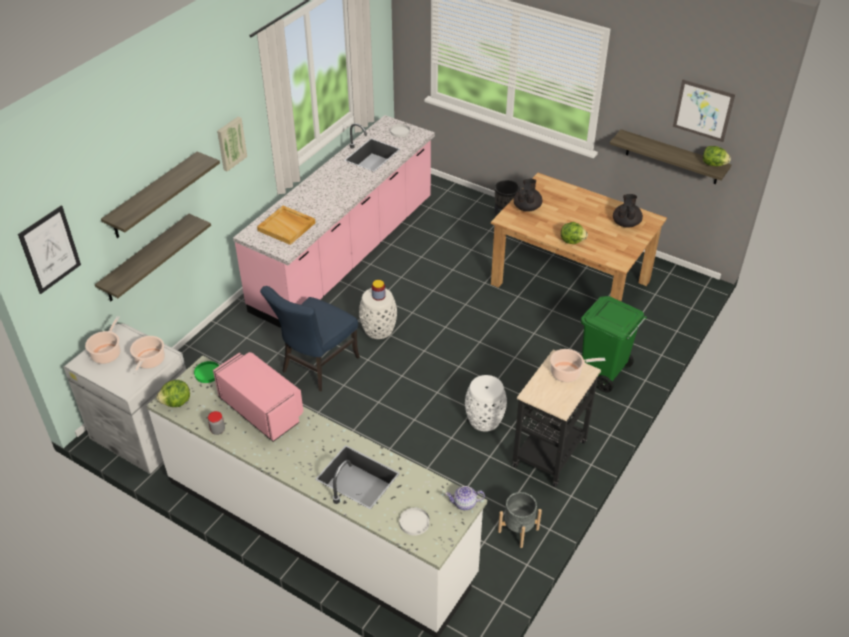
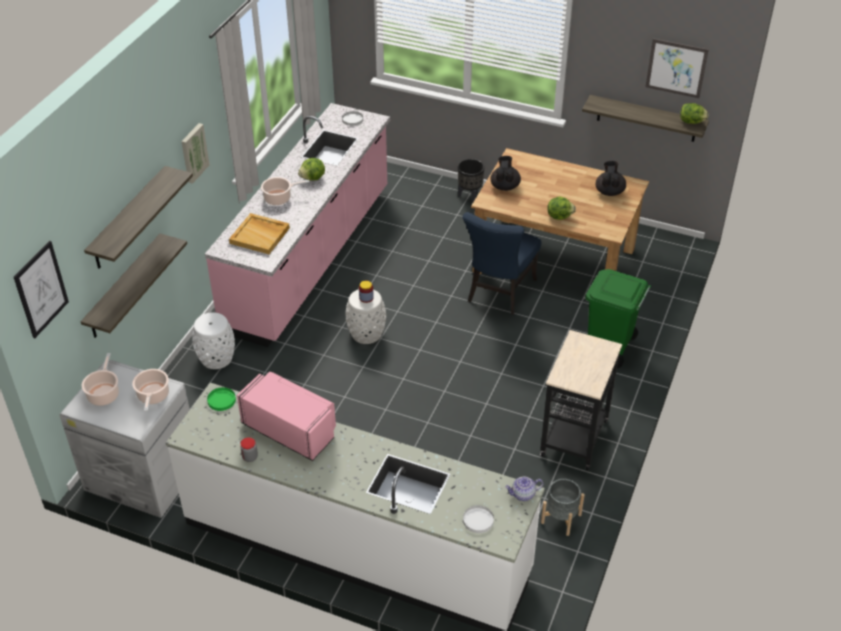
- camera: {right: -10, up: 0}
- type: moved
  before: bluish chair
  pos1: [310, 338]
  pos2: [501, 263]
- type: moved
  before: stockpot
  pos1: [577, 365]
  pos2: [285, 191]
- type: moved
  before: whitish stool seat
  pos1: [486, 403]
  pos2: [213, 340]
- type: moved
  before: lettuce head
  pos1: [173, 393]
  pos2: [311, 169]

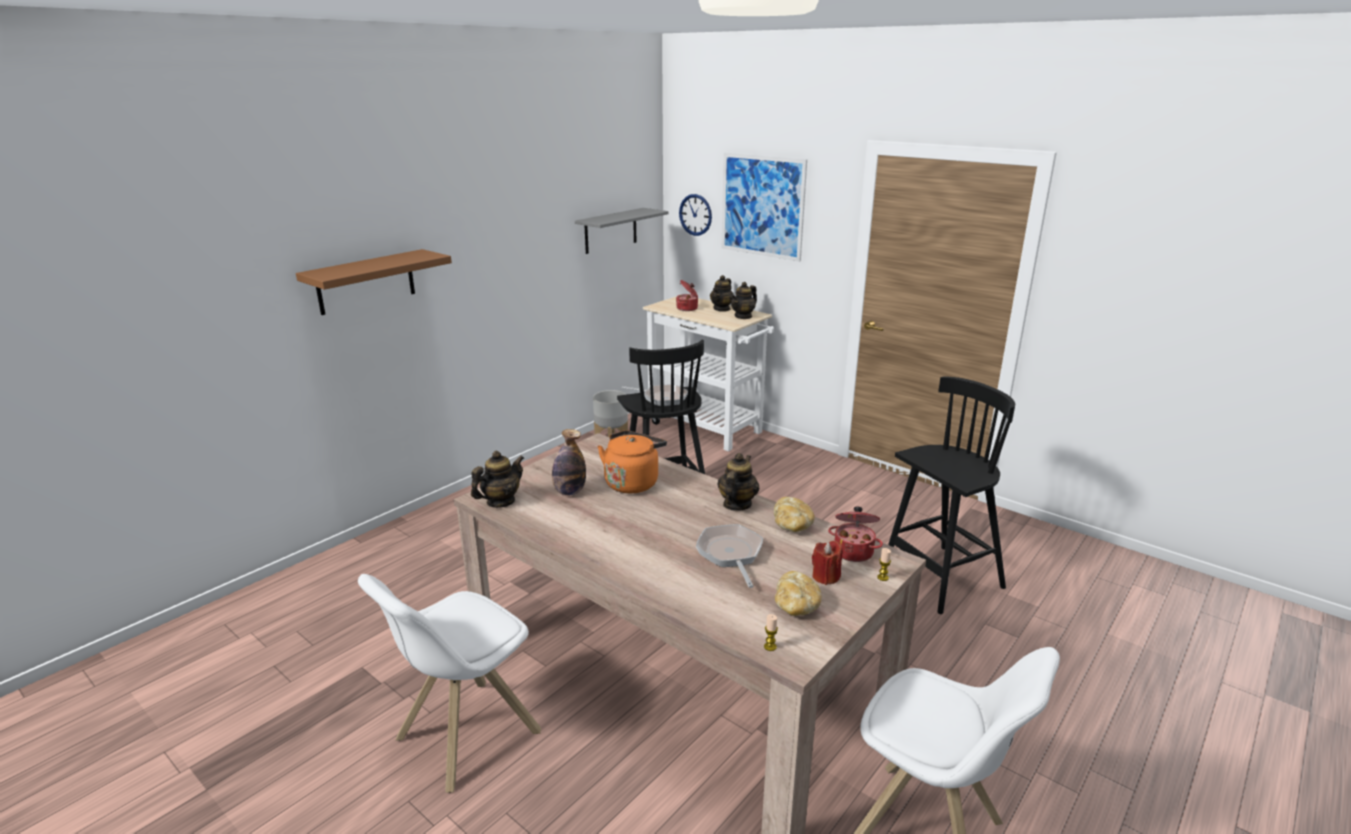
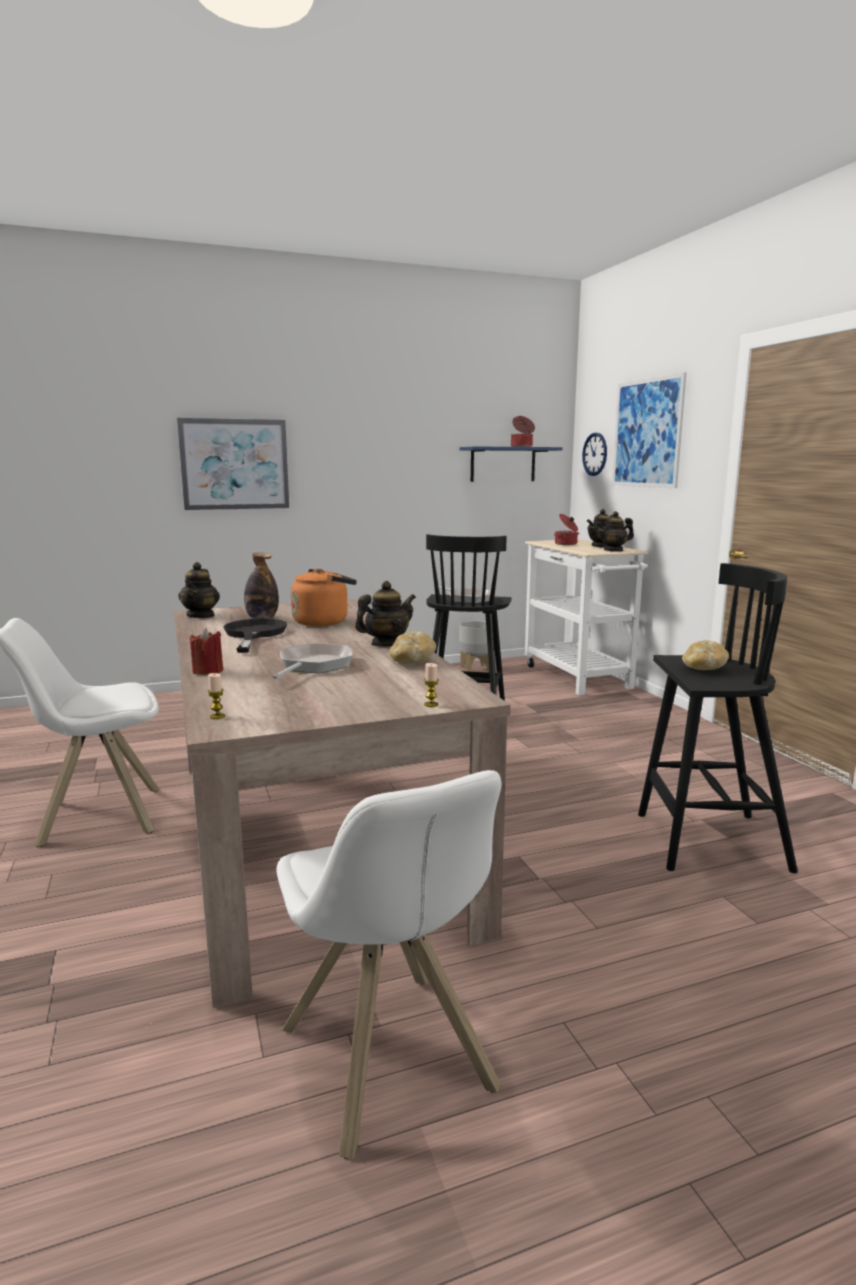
- camera: {right: 30, up: -10}
- type: recoloured
  before: greyish bracket shelf
  after: bluish bracket shelf
  pos1: [621, 231]
  pos2: [510, 464]
- type: replaced
  before: brown-coloured bracket shelf
  after: wall picture
  pos1: [374, 282]
  pos2: [233, 464]
- type: turned
  before: teapot
  pos1: [497, 479]
  pos2: [199, 590]
  turn: 105
- type: moved
  before: stockpot
  pos1: [855, 534]
  pos2: [523, 431]
- type: moved
  before: reddish candle
  pos1: [827, 563]
  pos2: [206, 651]
- type: moved
  before: bakery bread
  pos1: [798, 593]
  pos2: [705, 655]
- type: added
  after: black skillet
  pos2: [255, 635]

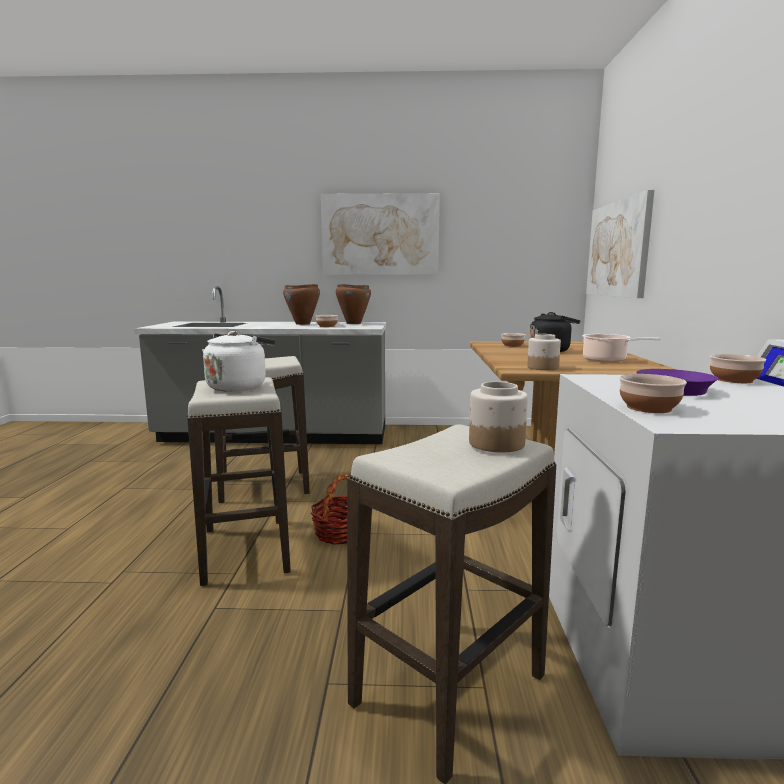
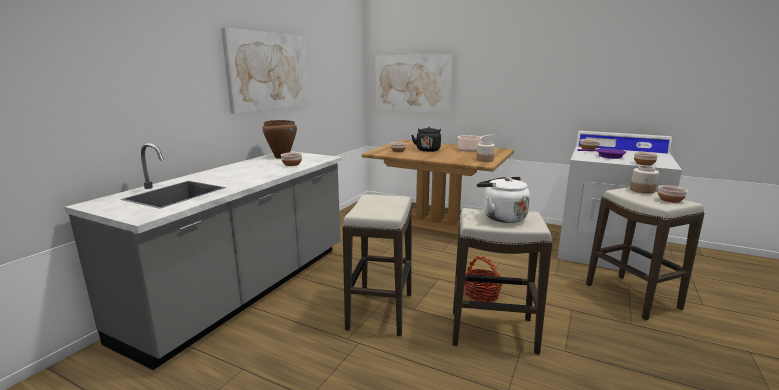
- camera: {right: -65, up: 5}
- type: removed
  before: brown-coloured stockpot
  pos1: [301, 304]
- type: added
  after: deep dish
  pos2: [673, 194]

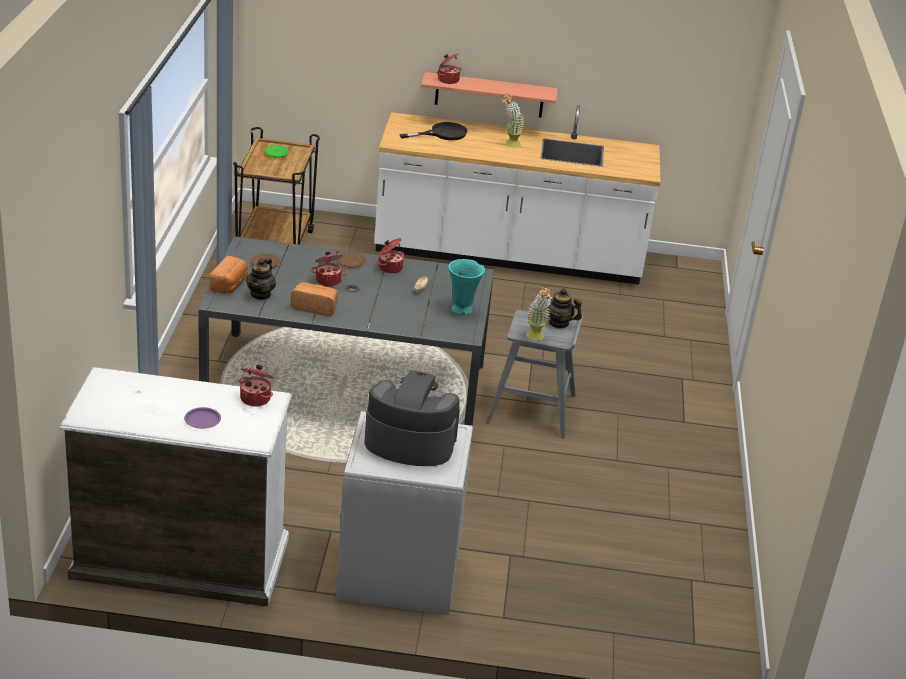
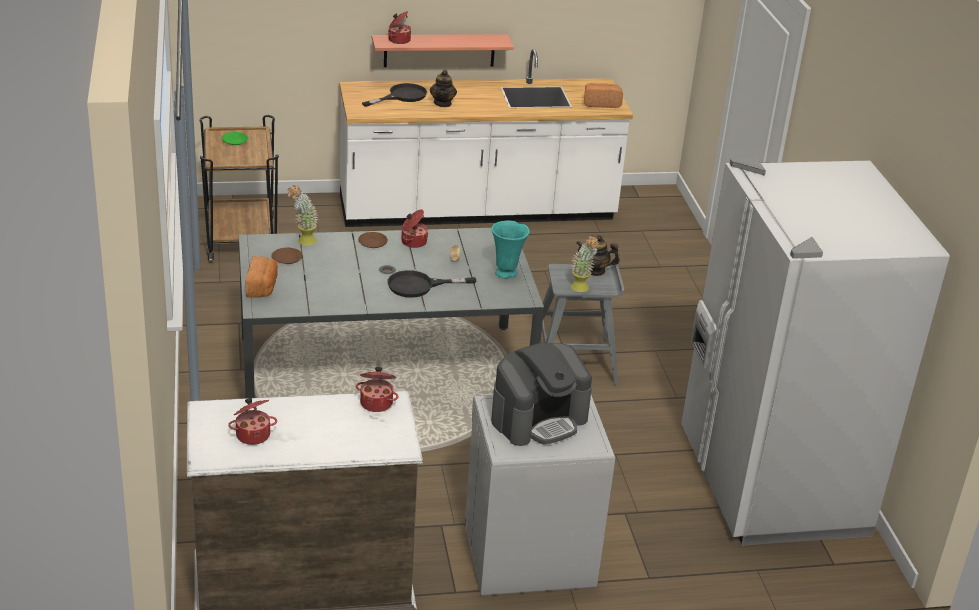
- camera: {right: -15, up: 0}
- type: moved
  before: houseplant
  pos1: [513, 120]
  pos2: [302, 215]
- type: moved
  before: stockpot
  pos1: [329, 268]
  pos2: [252, 421]
- type: moved
  before: teapot
  pos1: [261, 278]
  pos2: [443, 88]
- type: moved
  before: bakery bread
  pos1: [314, 299]
  pos2: [603, 95]
- type: turned
  before: coffee maker
  pos1: [412, 418]
  pos2: [541, 394]
  turn: 150
- type: removed
  before: purplish dinner plate
  pos1: [202, 418]
- type: added
  after: whitish fridge
  pos2: [815, 352]
- type: added
  after: black skillet
  pos2: [431, 284]

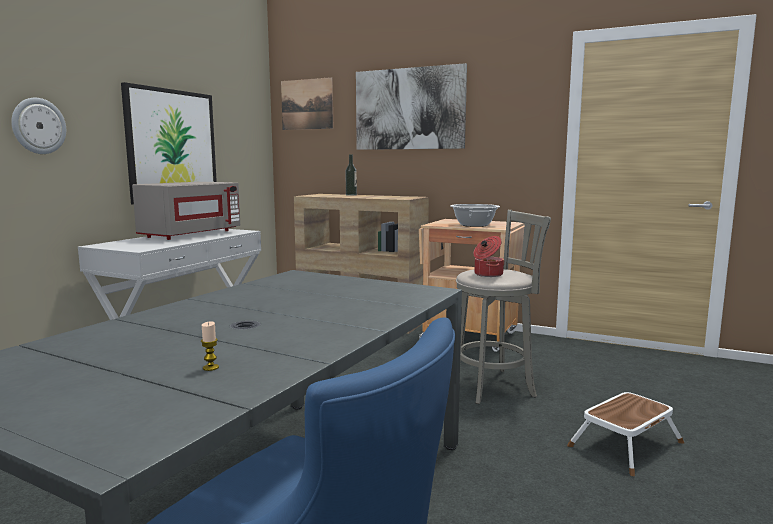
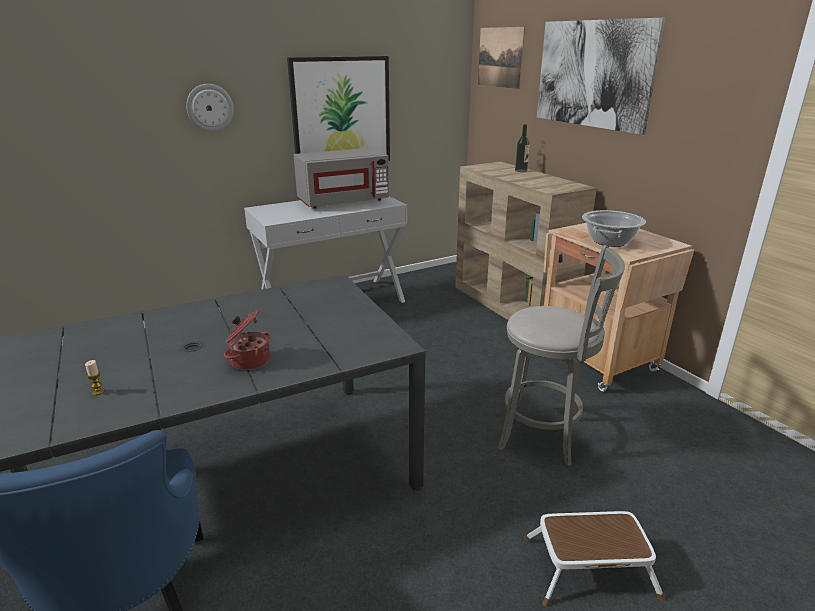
- camera: {right: 35, up: 15}
- type: moved
  before: stockpot
  pos1: [489, 256]
  pos2: [247, 340]

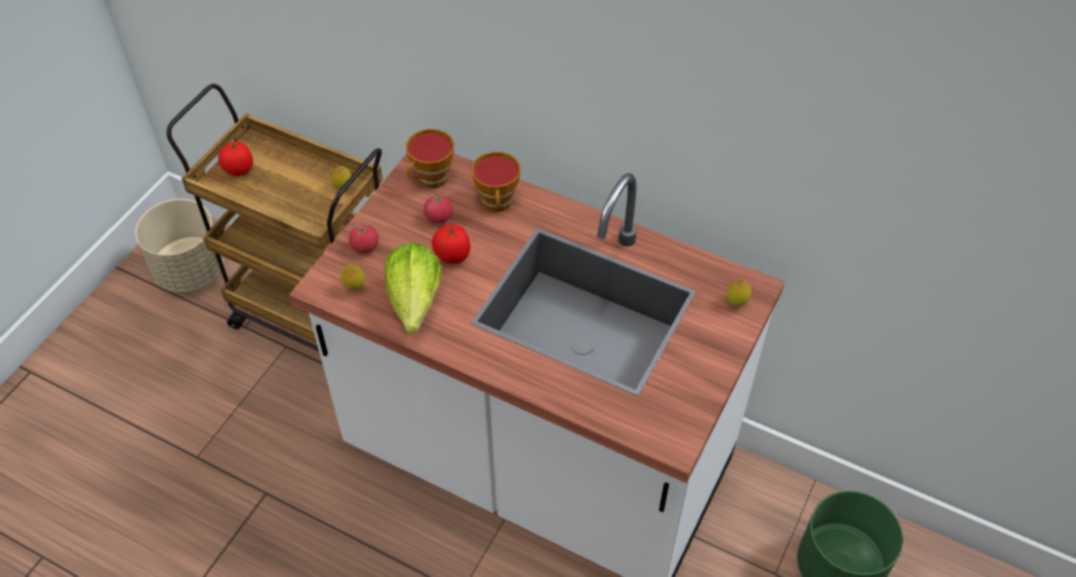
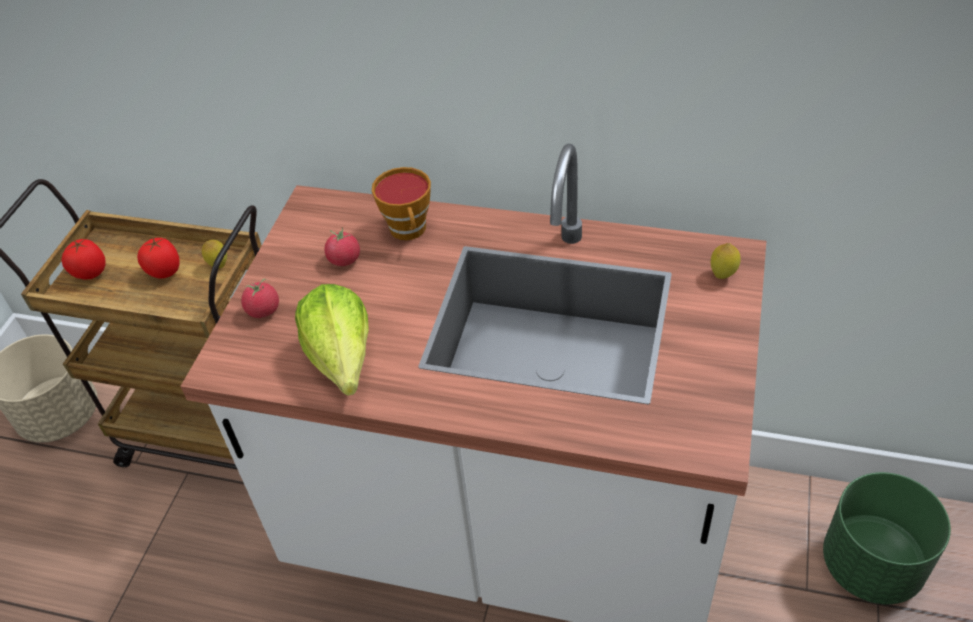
- camera: {right: -10, up: -5}
- type: removed
  before: drinking cup
  pos1: [430, 159]
- type: moved
  before: whole tomato
  pos1: [451, 244]
  pos2: [158, 258]
- type: removed
  before: lemon
  pos1: [353, 277]

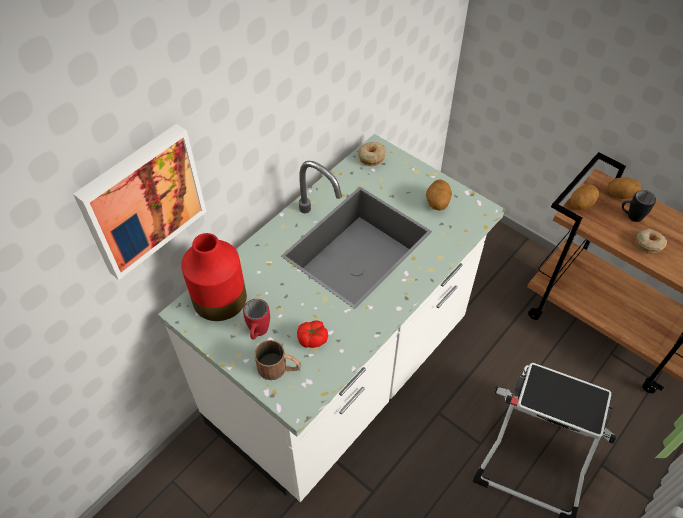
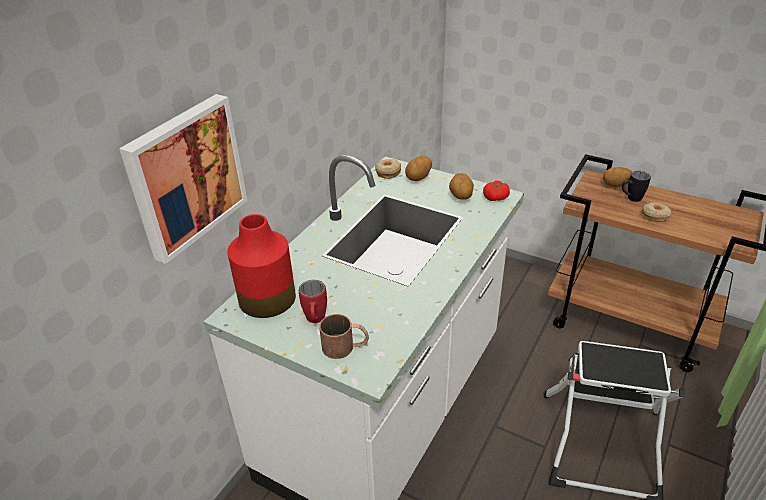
- camera: {right: -10, up: -15}
- type: moved
  before: potato
  pos1: [584, 197]
  pos2: [418, 168]
- type: moved
  before: whole tomato
  pos1: [312, 334]
  pos2: [496, 191]

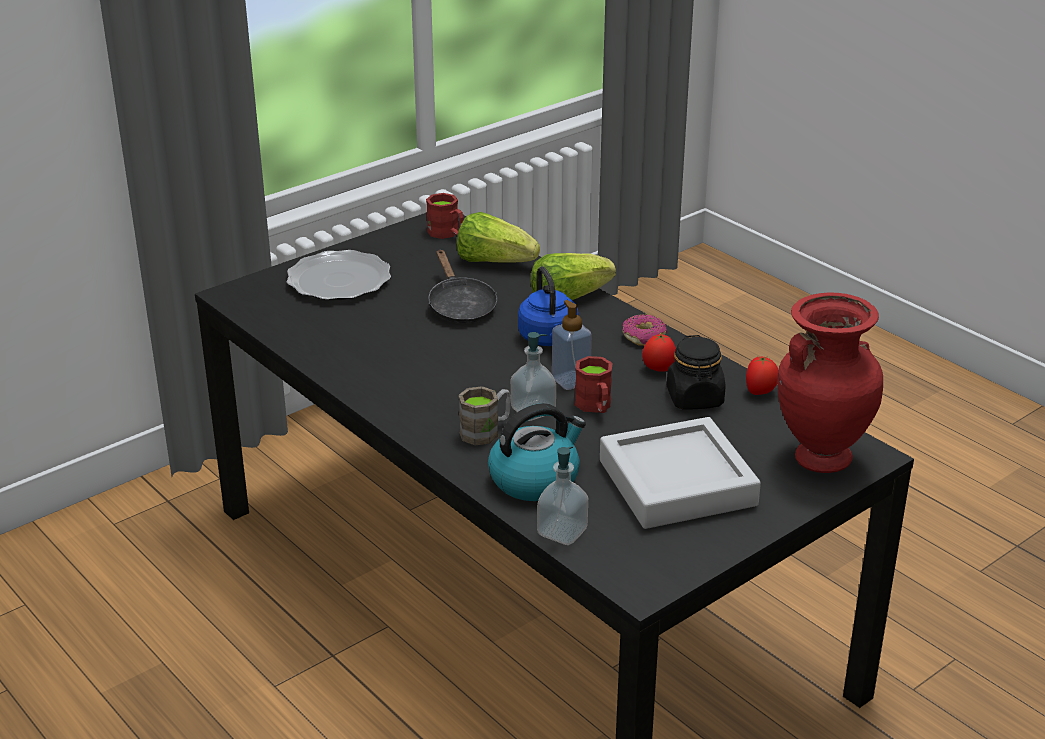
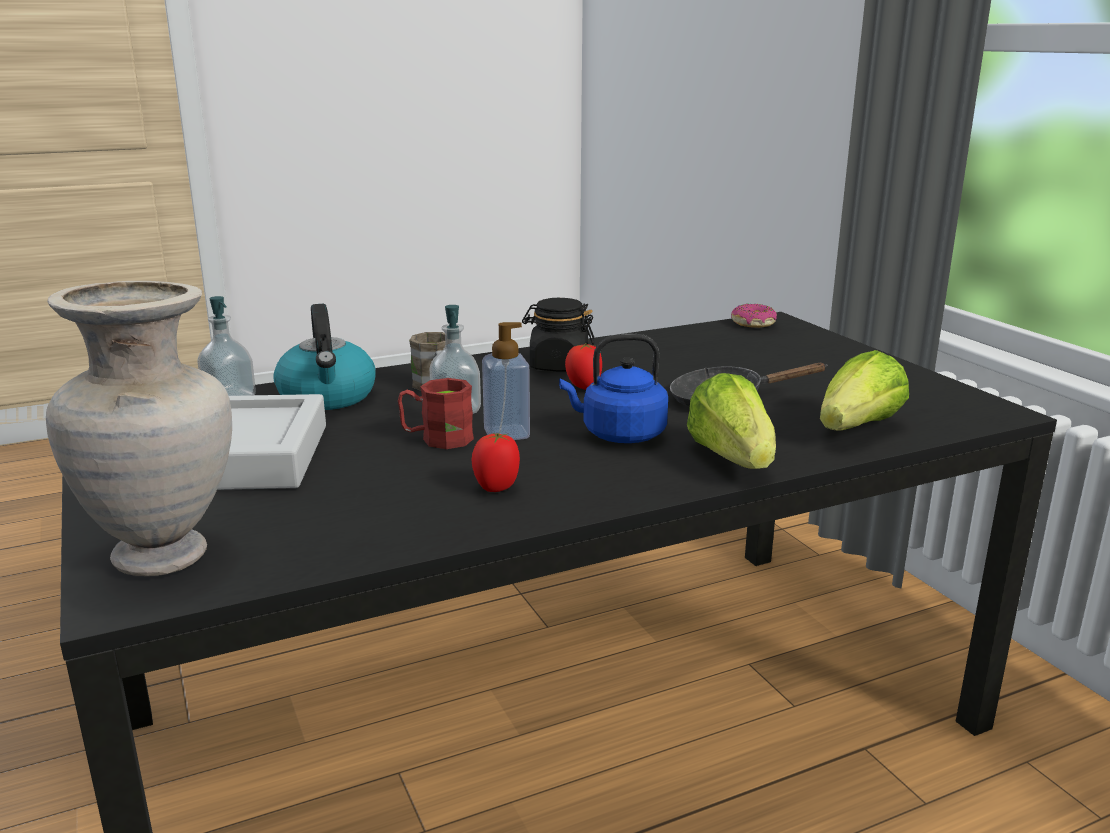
- camera: {right: 105, up: -10}
- type: removed
  before: reddish coffee mug
  pos1: [444, 216]
- type: removed
  before: dinner plate
  pos1: [339, 275]
- type: recoloured
  before: reddish flower vase
  after: sand-coloured flower vase
  pos1: [830, 383]
  pos2: [139, 428]
- type: moved
  before: ring doughnut
  pos1: [645, 330]
  pos2: [754, 316]
- type: moved
  before: black storage jar
  pos1: [696, 372]
  pos2: [558, 334]
- type: moved
  before: whole tomato
  pos1: [762, 375]
  pos2: [583, 366]

